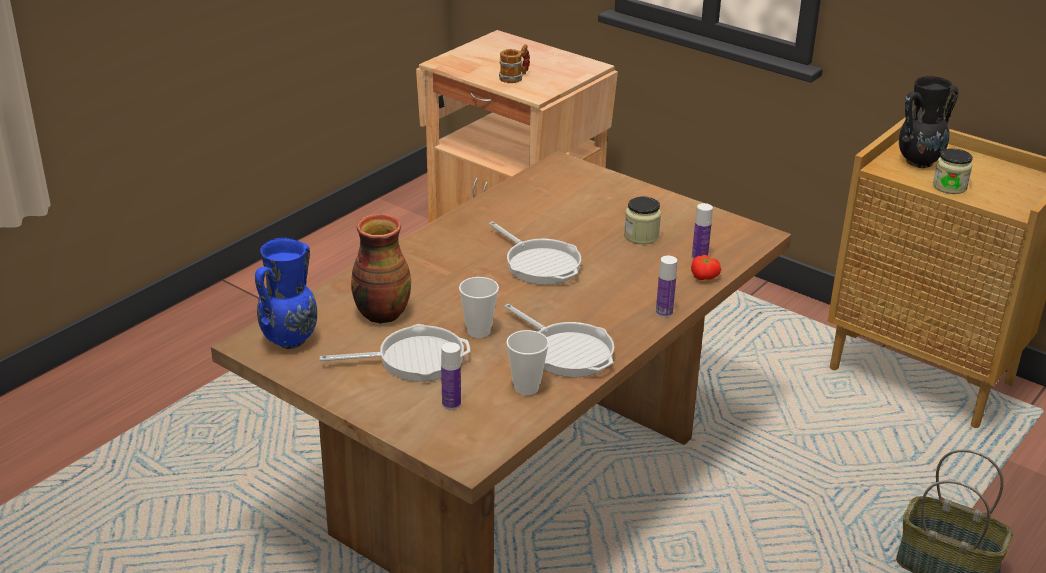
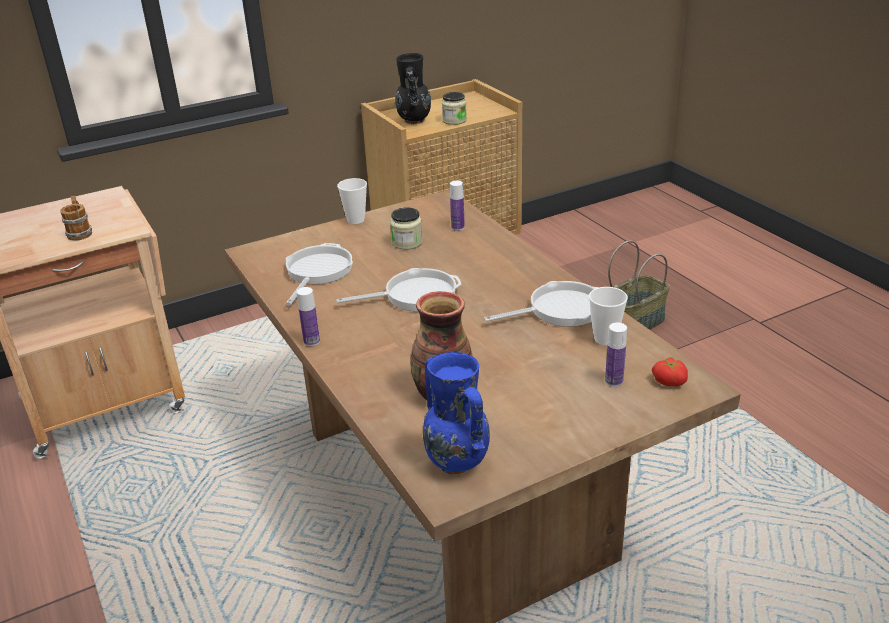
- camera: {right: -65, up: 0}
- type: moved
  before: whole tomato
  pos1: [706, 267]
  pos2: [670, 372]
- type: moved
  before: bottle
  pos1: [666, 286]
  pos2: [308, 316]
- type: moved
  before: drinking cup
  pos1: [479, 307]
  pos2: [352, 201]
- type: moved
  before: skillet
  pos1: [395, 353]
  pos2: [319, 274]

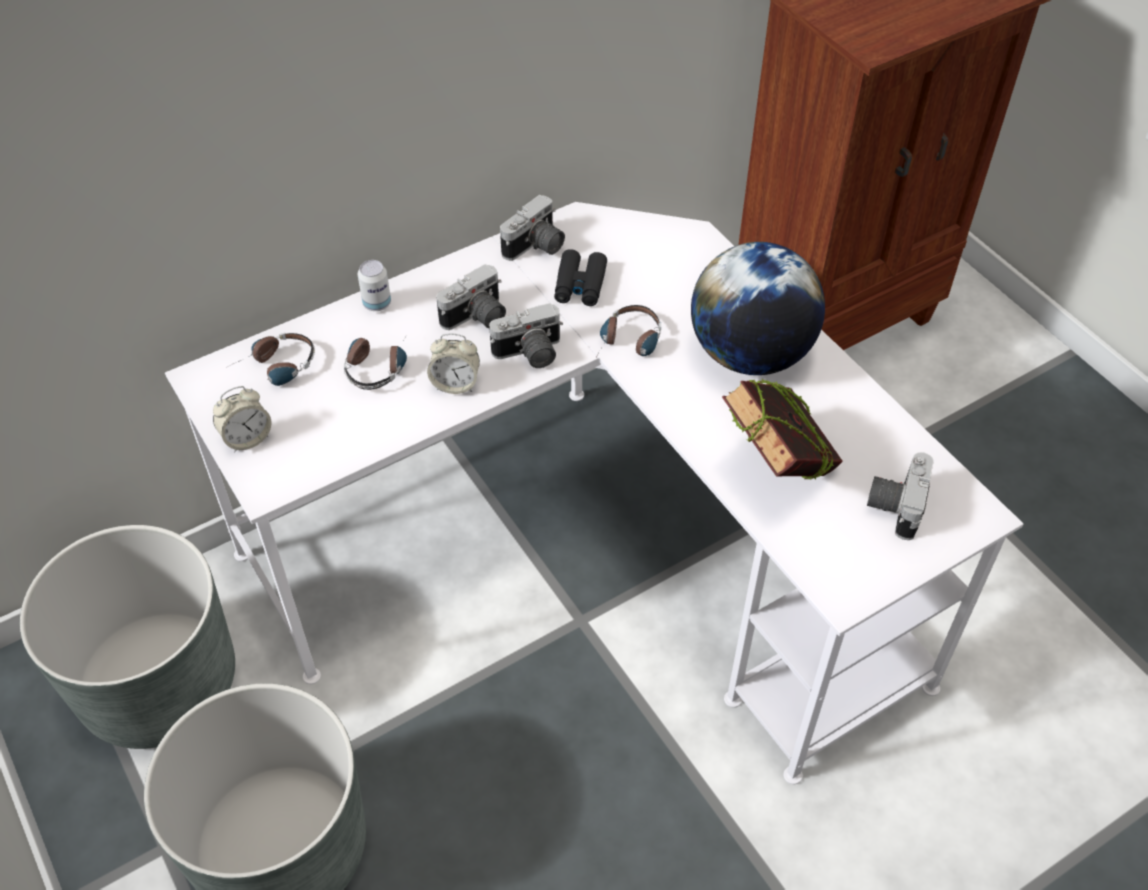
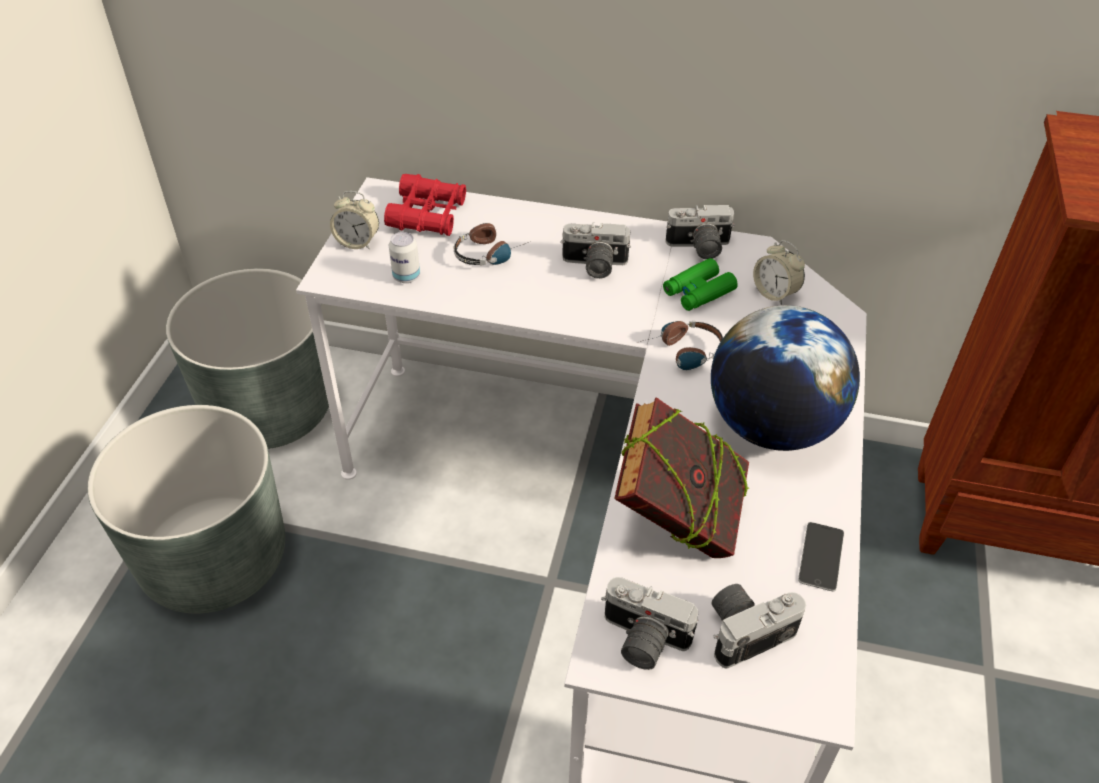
- camera: {right: 45, up: -5}
- type: recoloured
  before: black field glasses
  after: greenish field glasses
  pos1: [580, 277]
  pos2: [700, 284]
- type: moved
  before: metal can
  pos1: [374, 285]
  pos2: [404, 257]
- type: moved
  before: still camera
  pos1: [526, 335]
  pos2: [649, 623]
- type: replaced
  before: pair of headphones
  after: reddish field glasses
  pos1: [272, 359]
  pos2: [425, 205]
- type: moved
  before: table clock
  pos1: [453, 364]
  pos2: [779, 272]
- type: added
  after: phone
  pos2: [821, 557]

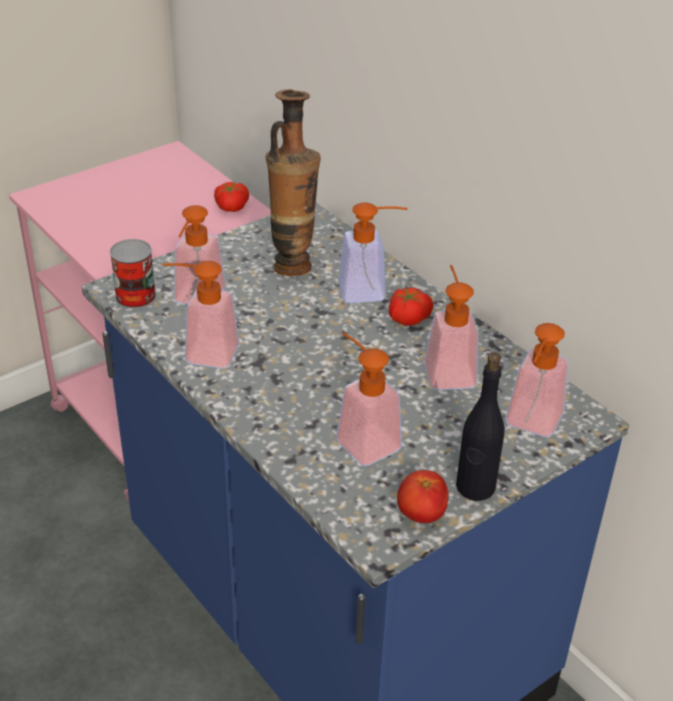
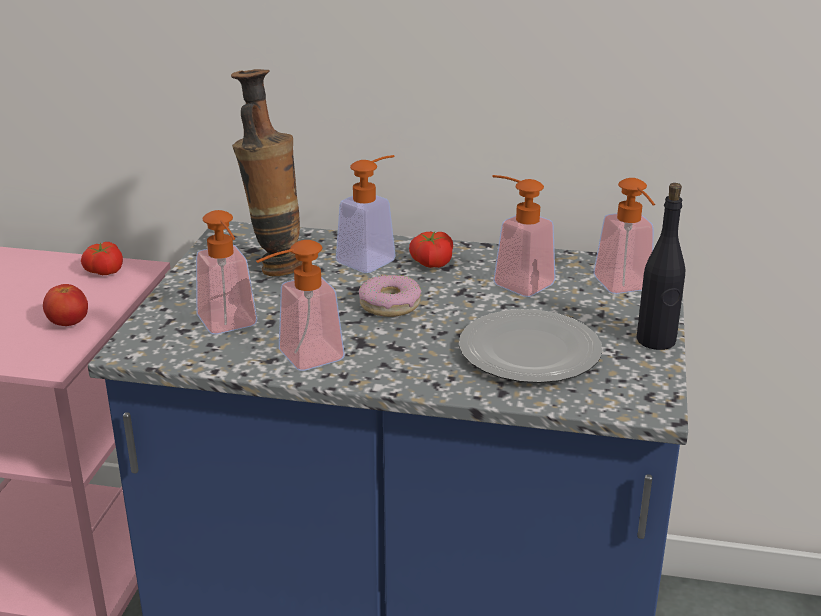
- camera: {right: -40, up: -10}
- type: removed
  before: metal can
  pos1: [133, 274]
- type: replaced
  before: liquid soap bottle
  after: dinner plate
  pos1: [369, 399]
  pos2: [530, 346]
- type: moved
  before: whole tomato
  pos1: [422, 496]
  pos2: [65, 305]
- type: added
  after: ring doughnut
  pos2: [390, 296]

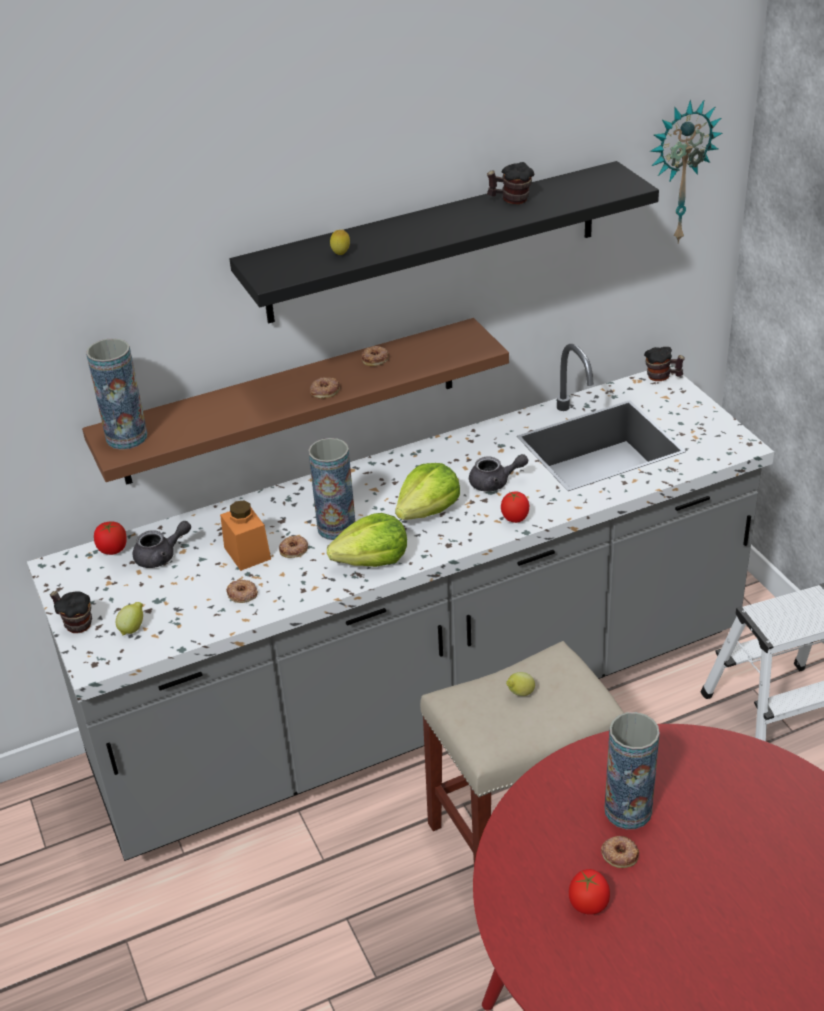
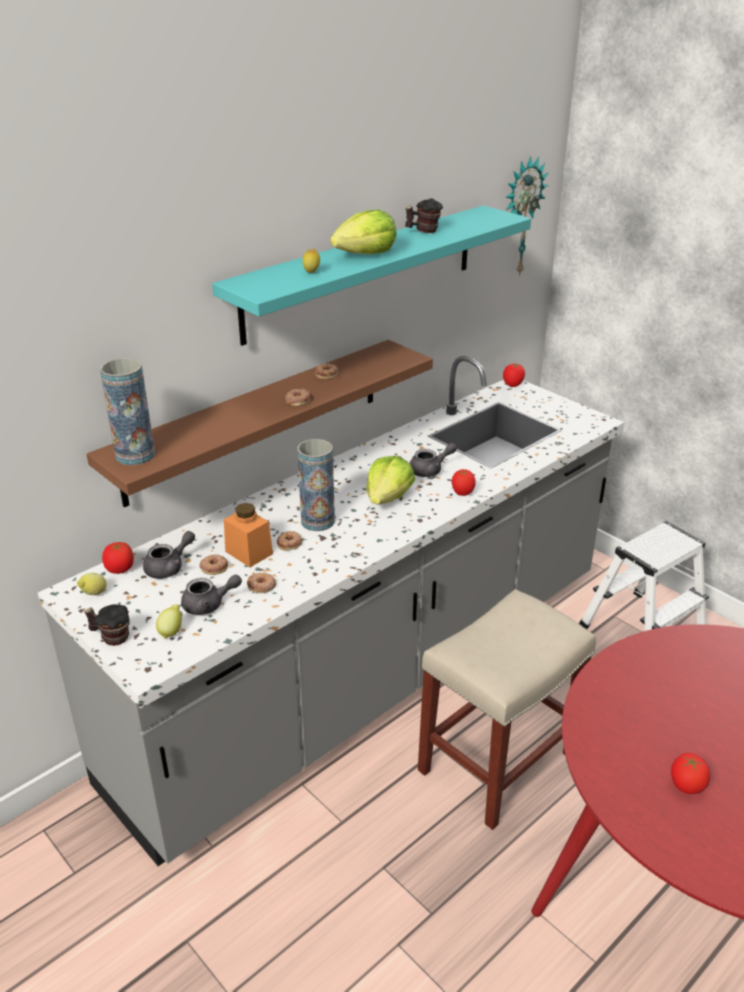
- camera: {right: -20, up: -5}
- type: recoloured
  before: black bracket shelf
  after: blue-green bracket shelf
  pos1: [444, 242]
  pos2: [371, 275]
- type: replaced
  before: coffee mug
  after: whole tomato
  pos1: [664, 364]
  pos2: [514, 375]
- type: moved
  before: lettuce head
  pos1: [367, 540]
  pos2: [363, 231]
- type: moved
  before: lemon
  pos1: [520, 684]
  pos2: [92, 584]
- type: removed
  before: flower vase
  pos1: [632, 770]
- type: moved
  before: ring doughnut
  pos1: [620, 852]
  pos2: [213, 565]
- type: added
  after: greyish teapot
  pos2: [211, 595]

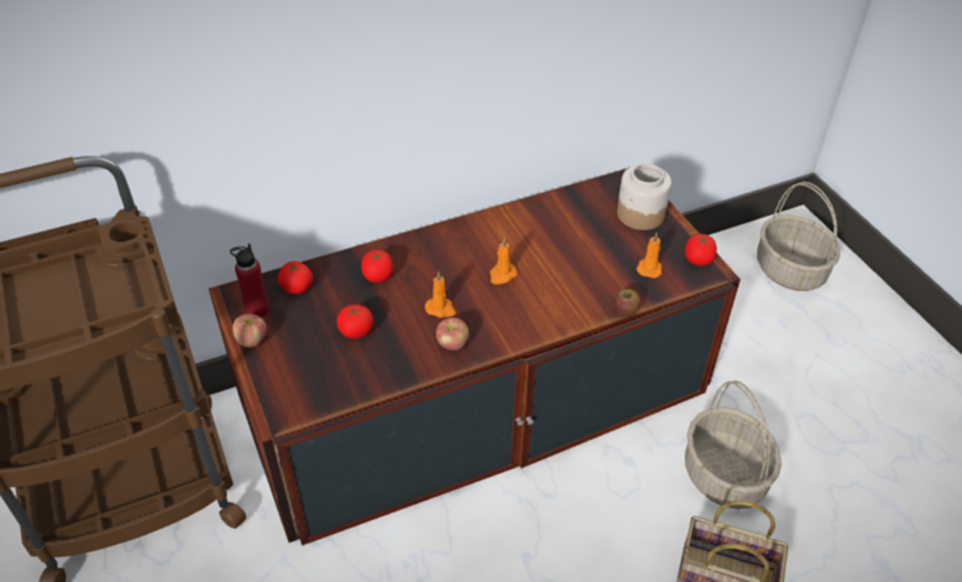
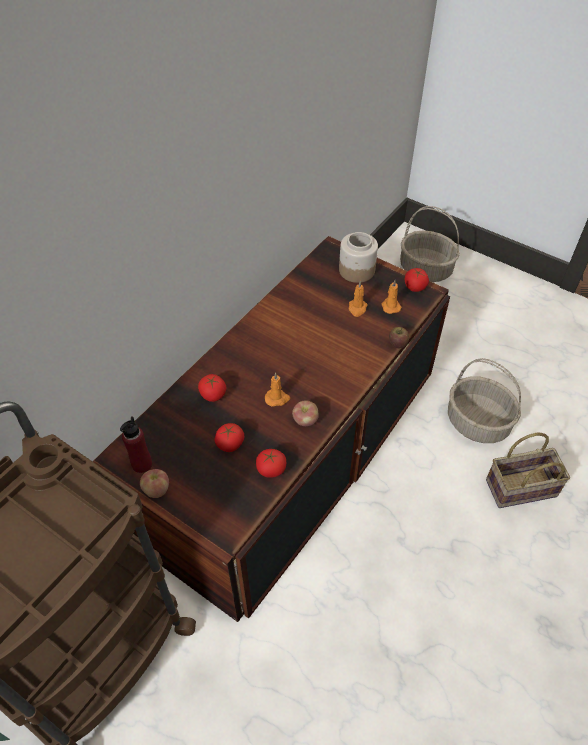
- camera: {right: -30, up: 5}
- type: moved
  before: orangey candle
  pos1: [504, 261]
  pos2: [358, 299]
- type: moved
  before: whole tomato
  pos1: [295, 277]
  pos2: [271, 463]

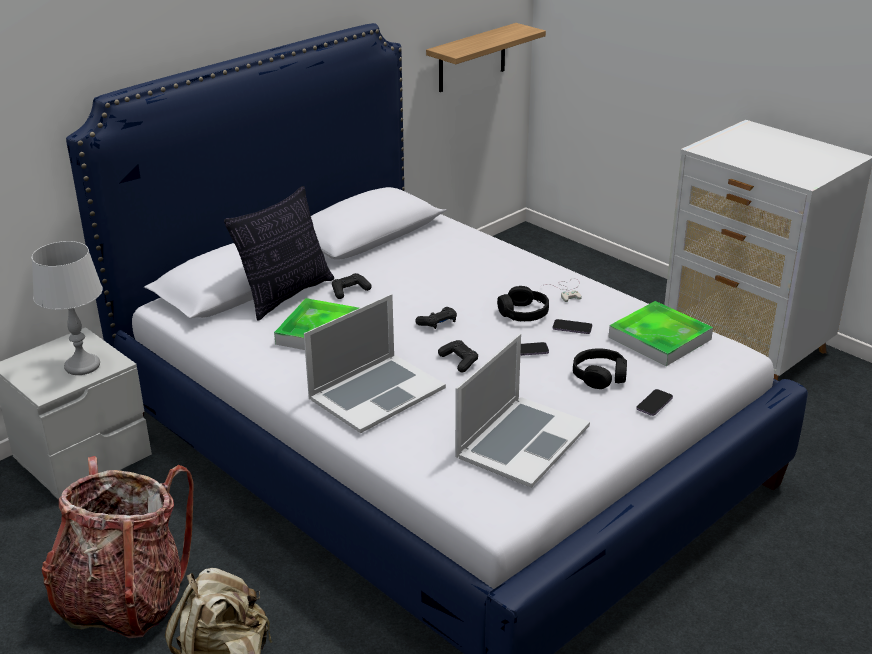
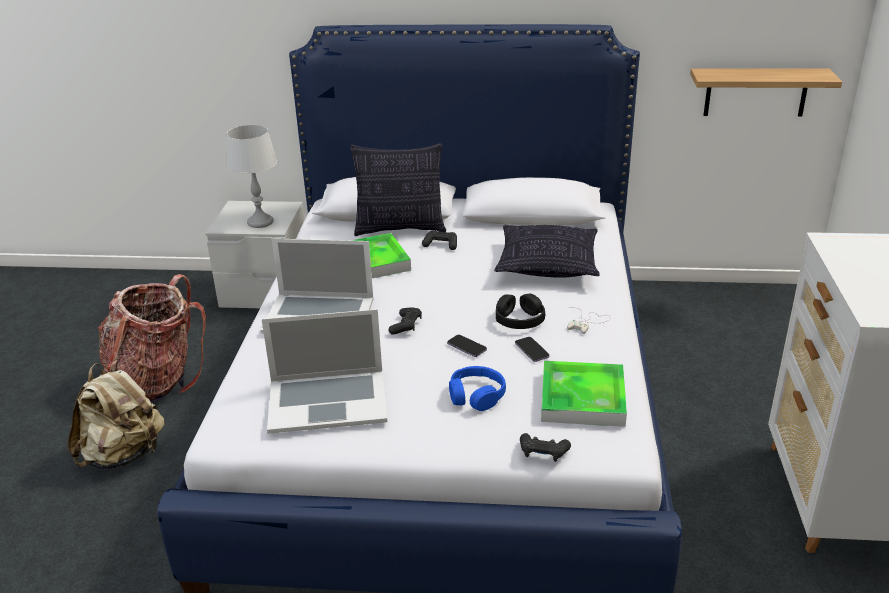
- camera: {right: 50, up: 0}
- type: moved
  before: black game controller
  pos1: [436, 318]
  pos2: [545, 447]
- type: recoloured
  before: black pair of headphones
  after: bluish pair of headphones
  pos1: [600, 368]
  pos2: [477, 388]
- type: removed
  before: phone
  pos1: [654, 402]
- type: added
  after: cushion
  pos2: [547, 251]

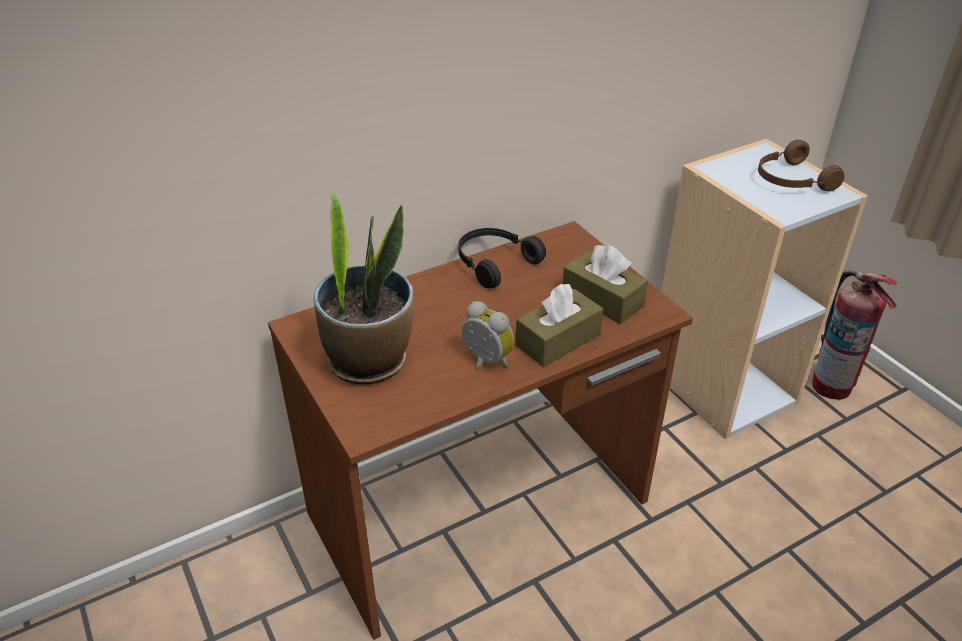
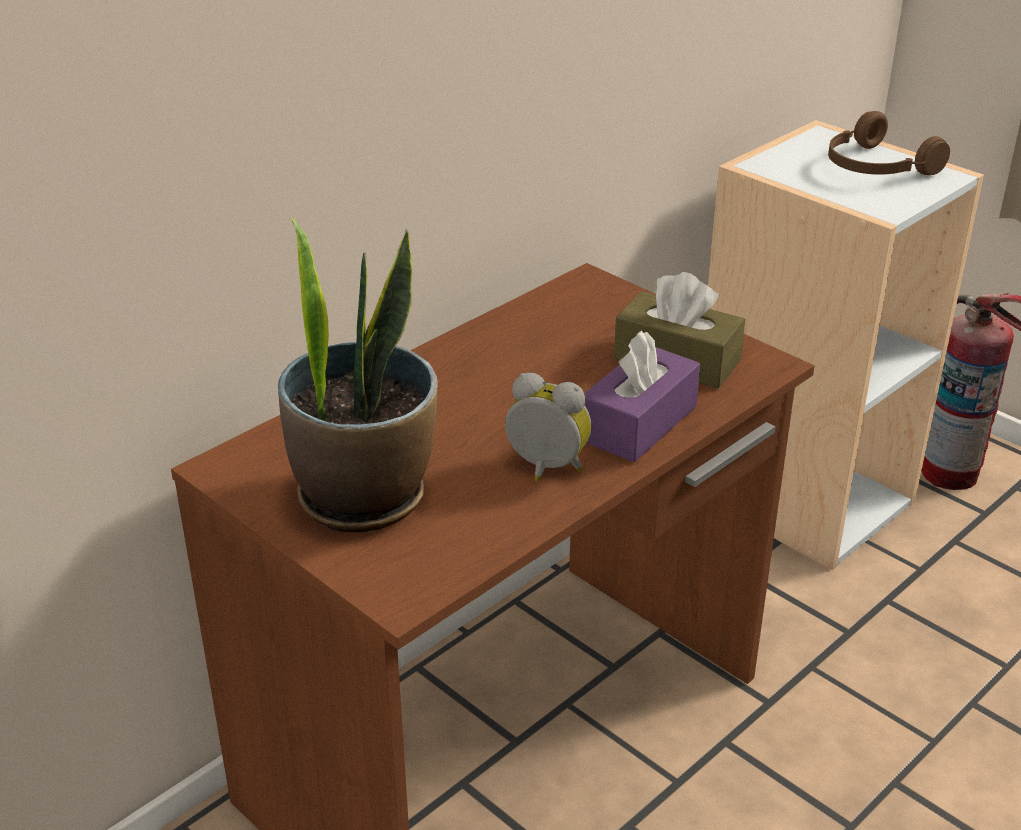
- camera: {right: -15, up: -5}
- type: removed
  before: black pair of headphones
  pos1: [502, 258]
- type: recoloured
  before: brown-coloured box of tissues
  after: purplish box of tissues
  pos1: [559, 325]
  pos2: [642, 396]

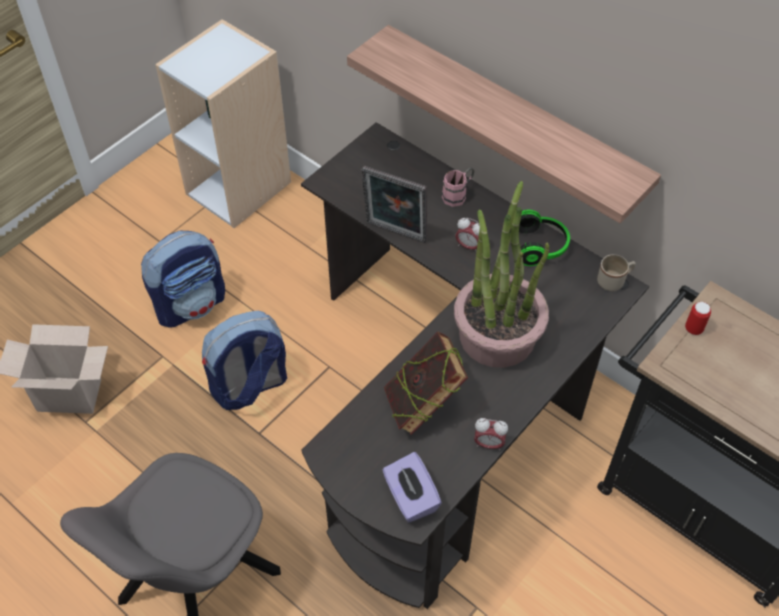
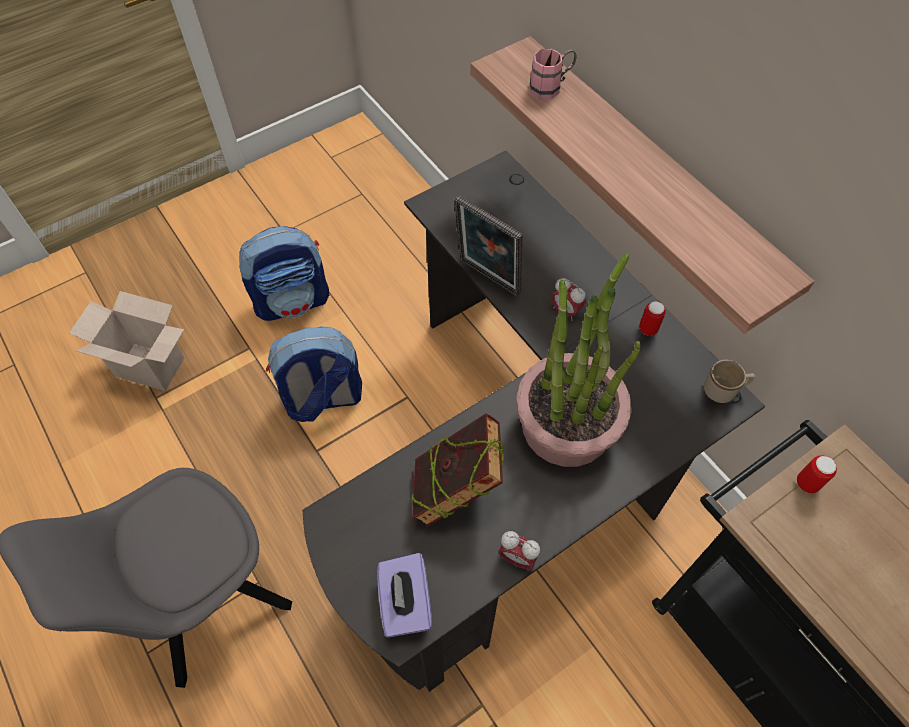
- camera: {right: 15, up: 5}
- type: removed
  before: bookcase
  pos1: [223, 123]
- type: moved
  before: pink-coloured coffee mug
  pos1: [458, 187]
  pos2: [552, 74]
- type: replaced
  before: pair of headphones
  after: metal can
  pos1: [544, 238]
  pos2: [652, 318]

